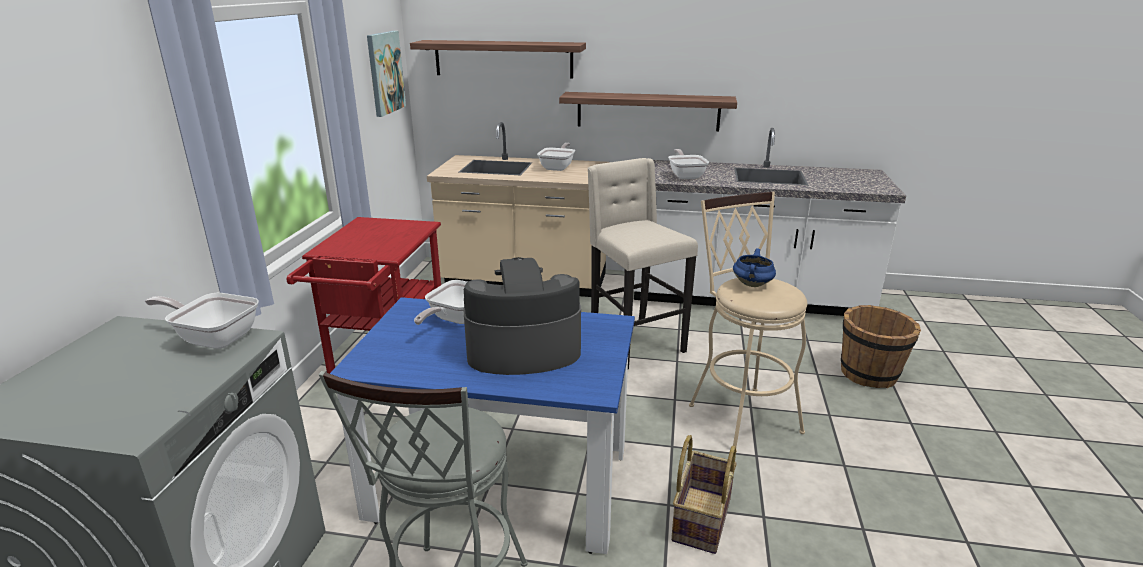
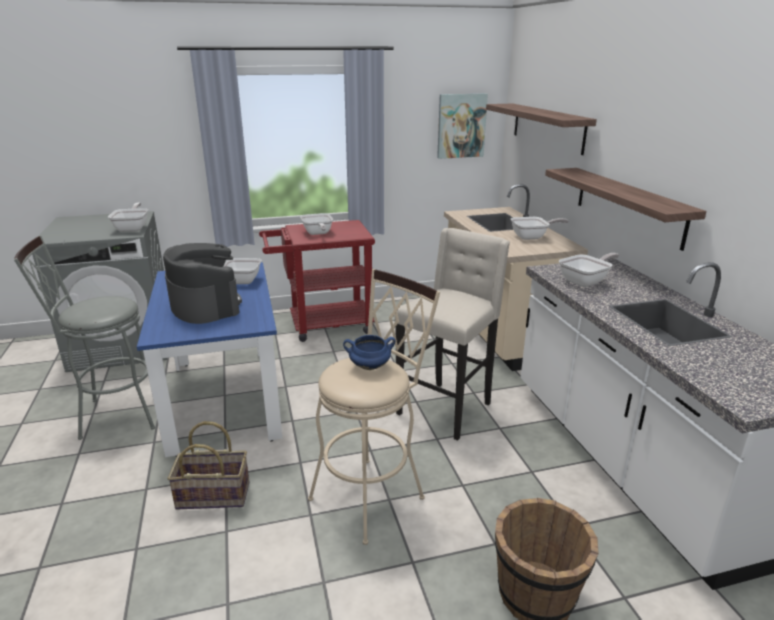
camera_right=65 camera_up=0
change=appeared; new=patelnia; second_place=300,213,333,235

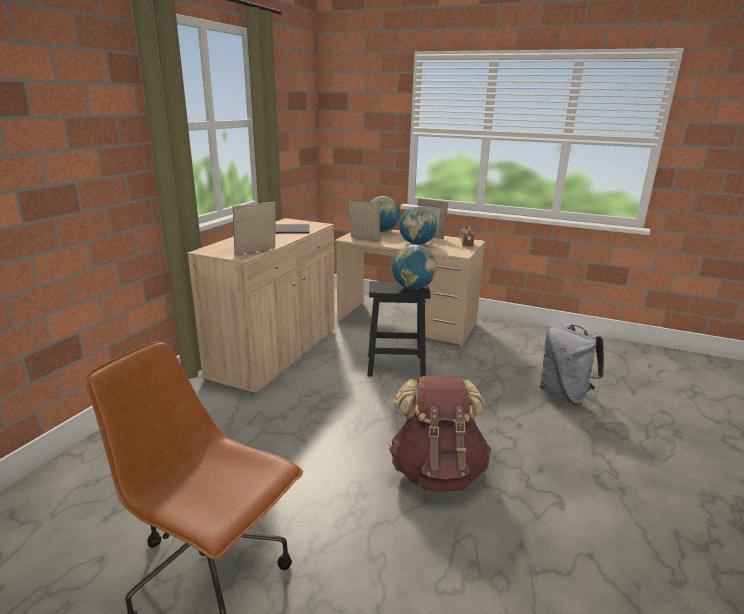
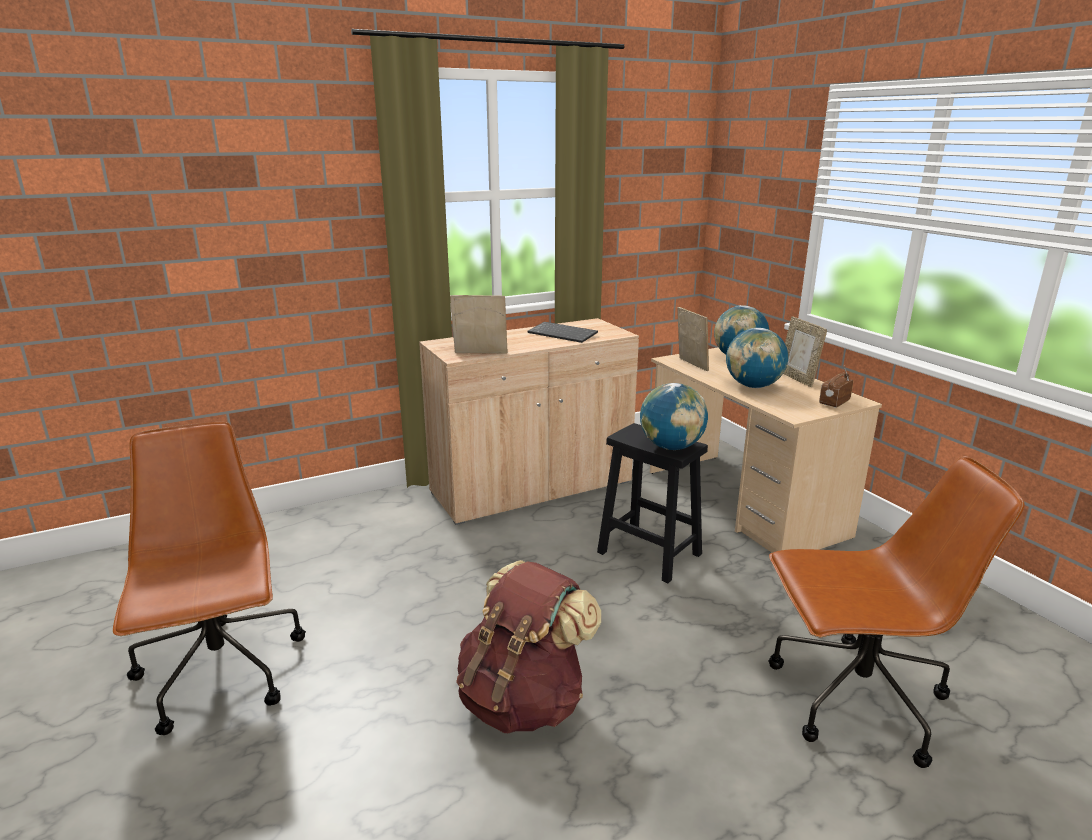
camera_right=40 camera_up=0
change=exchanged; old=plecak [szary]; new=krzesło biurowe [brązowy]; first_place=539,324,604,405; second_place=768,456,1025,768

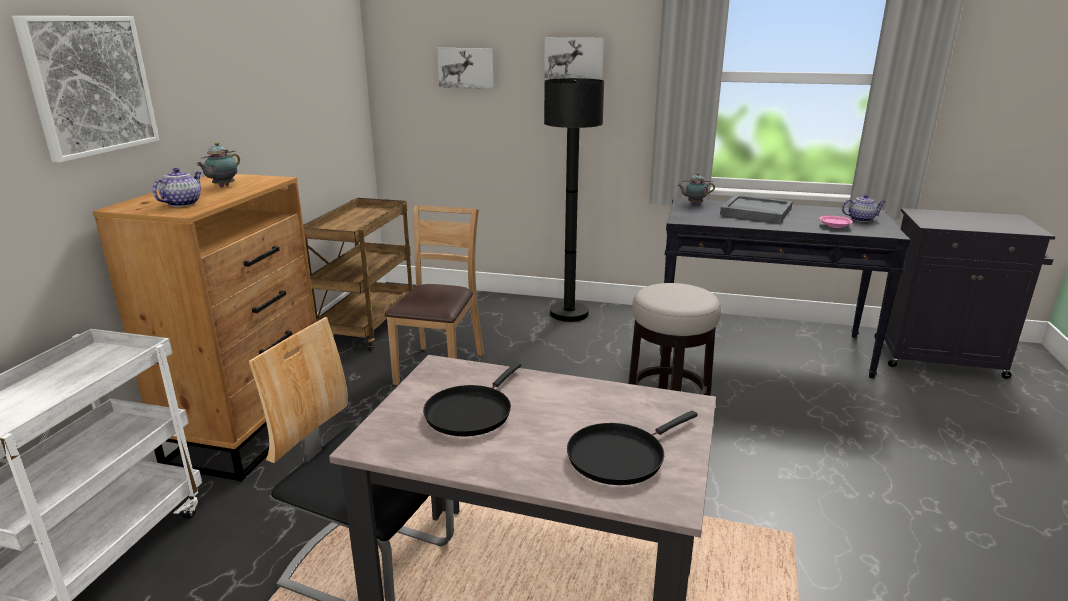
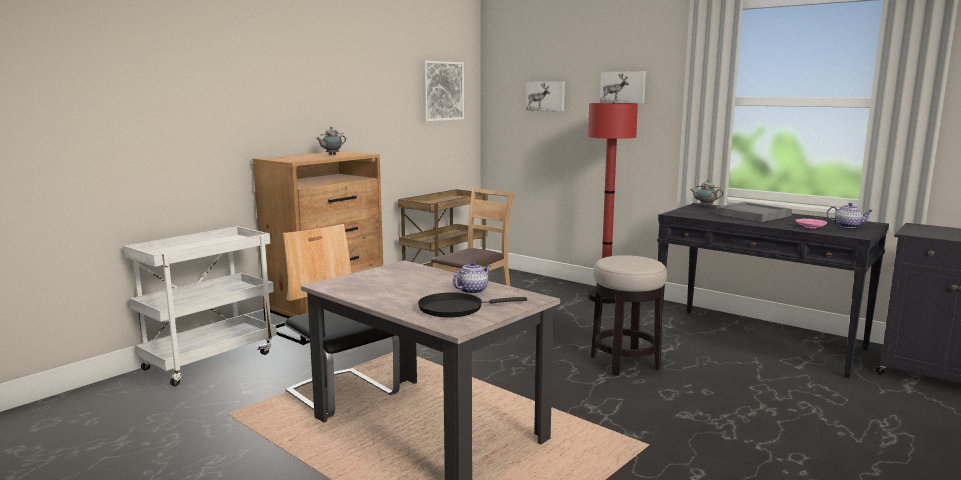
camera_right=25 camera_up=-10
change=missing; old=patelnia [czarny]; first_place=423,362,521,436
change=relocated; old=obraz; first_place=12,16,159,163; second_place=422,61,464,121
change=relocated; old=imbryk; first_place=153,168,202,207; second_place=453,261,491,294
change=colour; old=lampa stojąca [czarny]; new=lampa stojąca [czerwony]; first_place=544,78,604,322; second_place=588,103,638,303

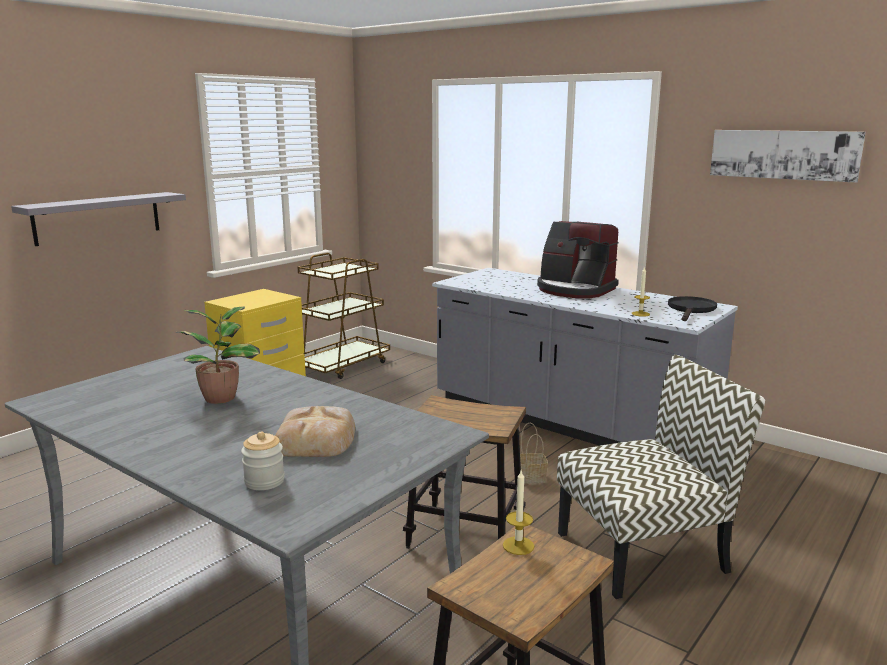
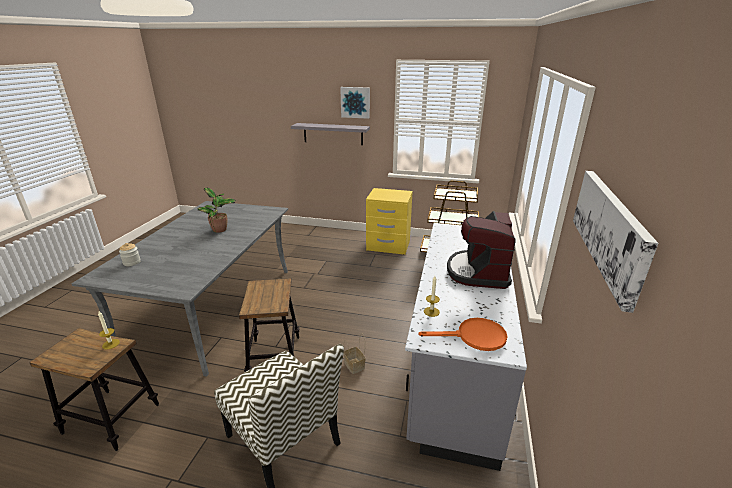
camera_right=65 camera_up=10
change=missing; old=chleb; first_place=275,406,355,457
change=appeared; new=obraz; second_place=340,87,370,119
change=colour; old=patelnia [czarny]; new=patelnia [pomarańczowy]; first_place=668,296,717,321; second_place=418,318,507,351

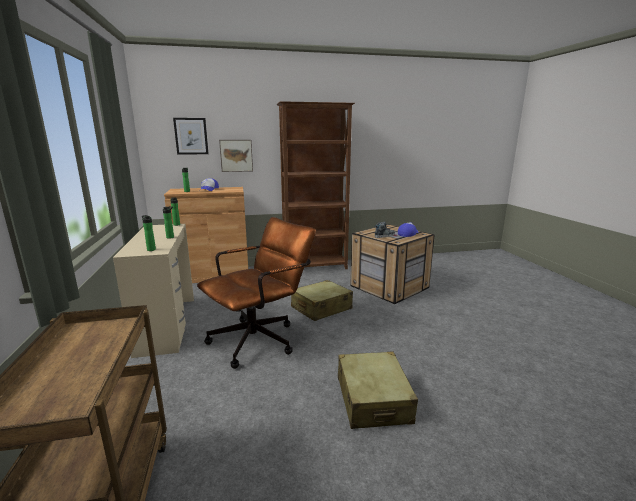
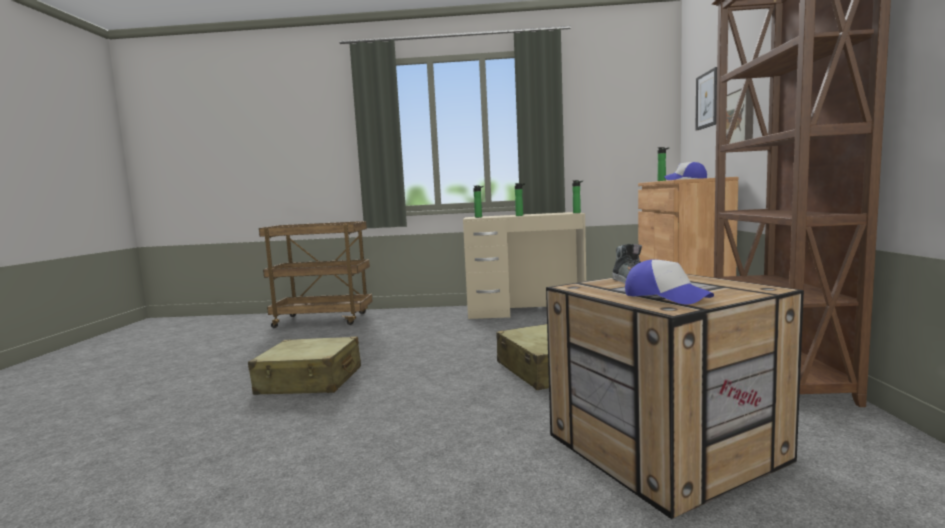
camera_right=105 camera_up=-10
change=missing; old=krzesło biurowe [brązowy]; first_place=197,217,316,369

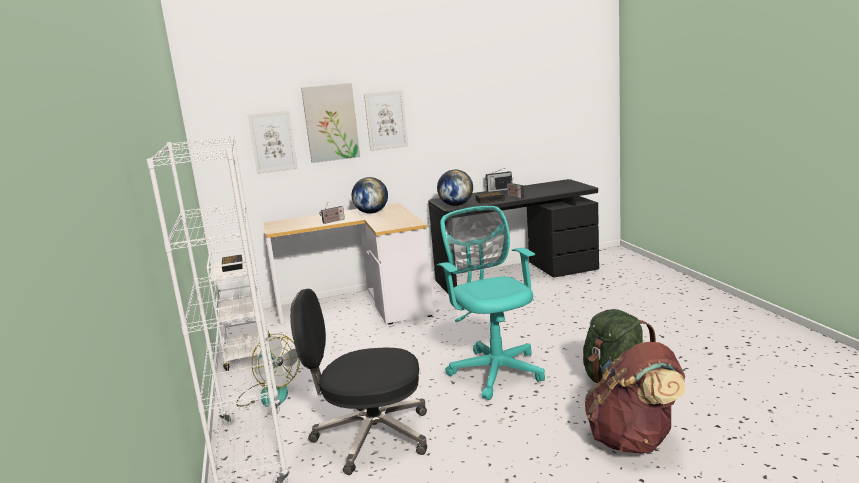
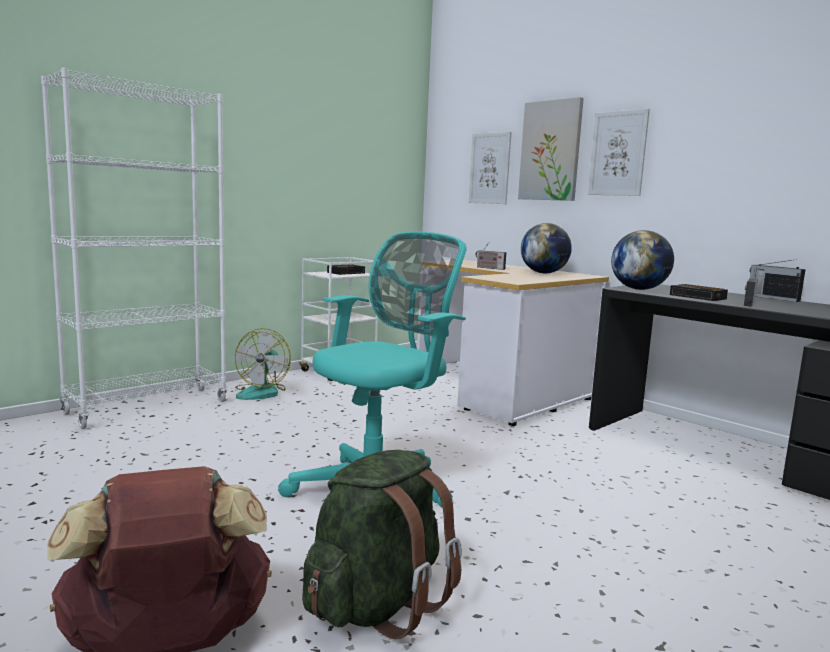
camera_right=60 camera_up=-5
change=missing; old=krzesło biurowe [czarny]; first_place=290,289,427,475

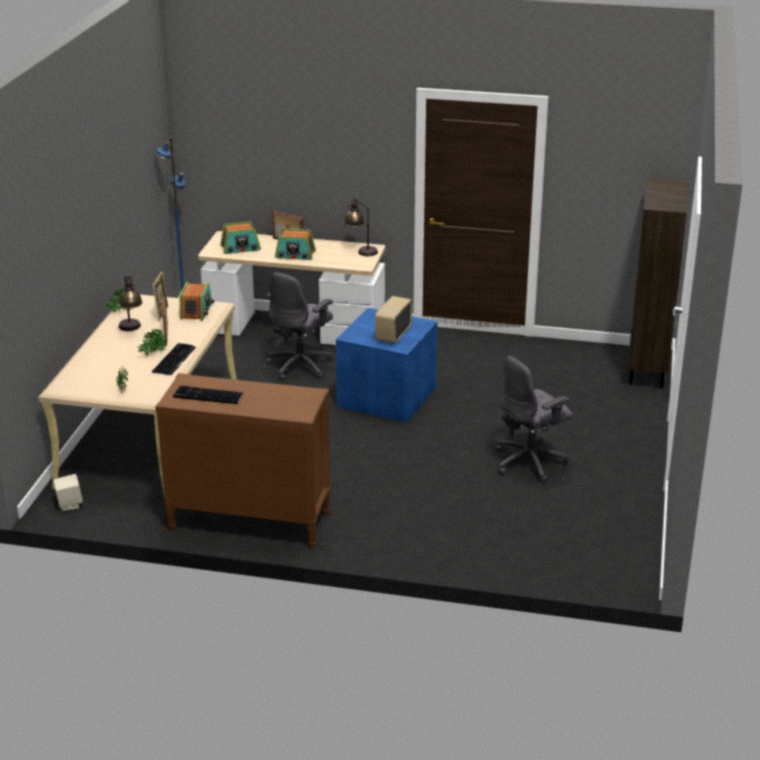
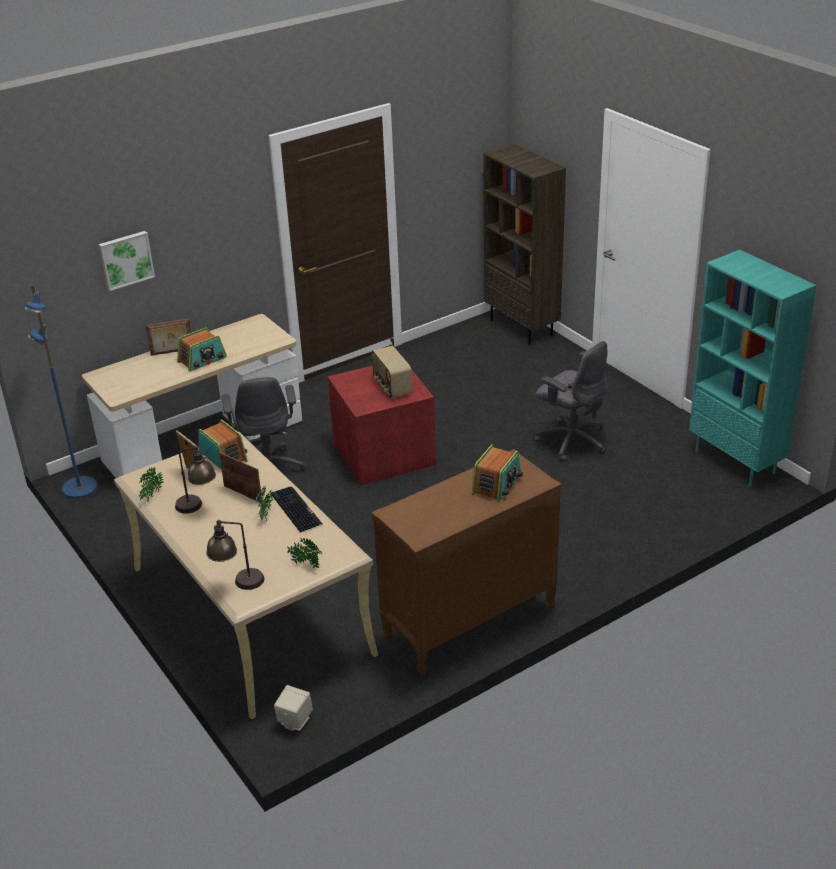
camera_right=-45 camera_up=5
change=missing; old=klawiatura; first_place=173,385,243,404
change=appeared; new=obraz; second_place=99,231,155,291
change=appeared; new=regał [turkusowy]; second_place=689,250,816,486
change=relocated; old=radio; first_place=220,221,261,254; second_place=472,444,523,502
change=relocated; old=lampa stołowa; first_place=344,198,378,256; second_place=206,520,264,590
change=colour; old=pojemnik do przechowywania [niebieski]; new=pojemnik do przechowywania [czerwony]; first_place=336,308,438,423; second_place=328,366,436,485
change=spun; old=krzesło biurowe [szary]; first_place=496,356,573,483; second_place=535,341,608,462; degrees=-60

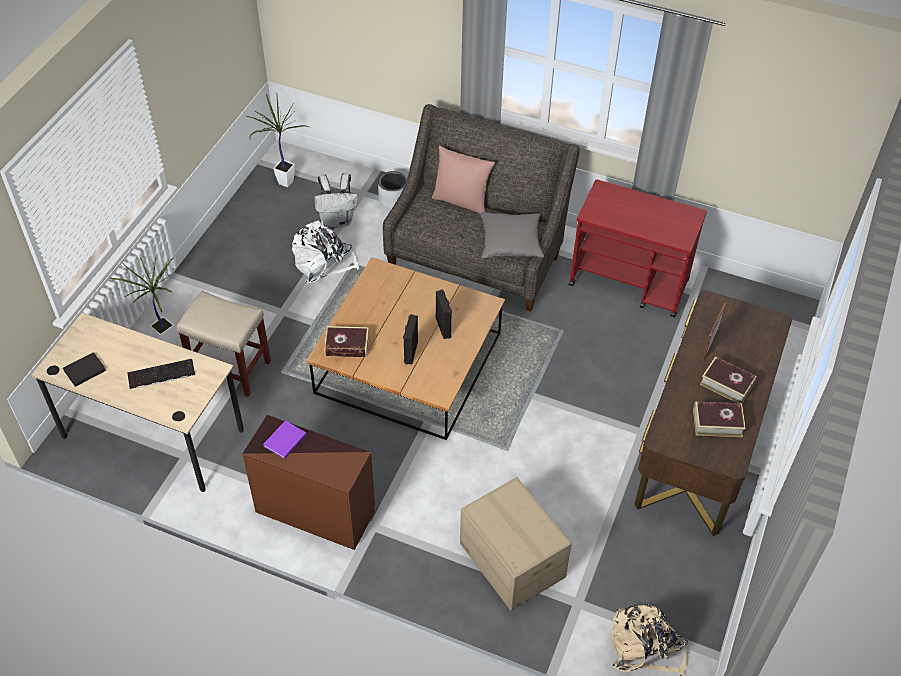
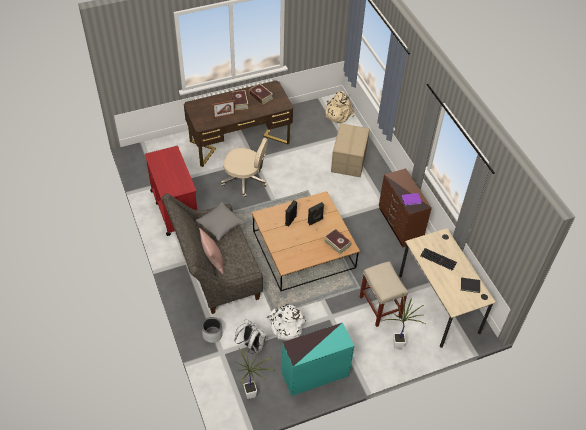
camera_right=-135 camera_up=0
change=appeared; new=krzesło biurowe [beżowy]; second_place=221,138,268,198
change=appeared; new=komoda [turkusowy]; second_place=282,322,354,396

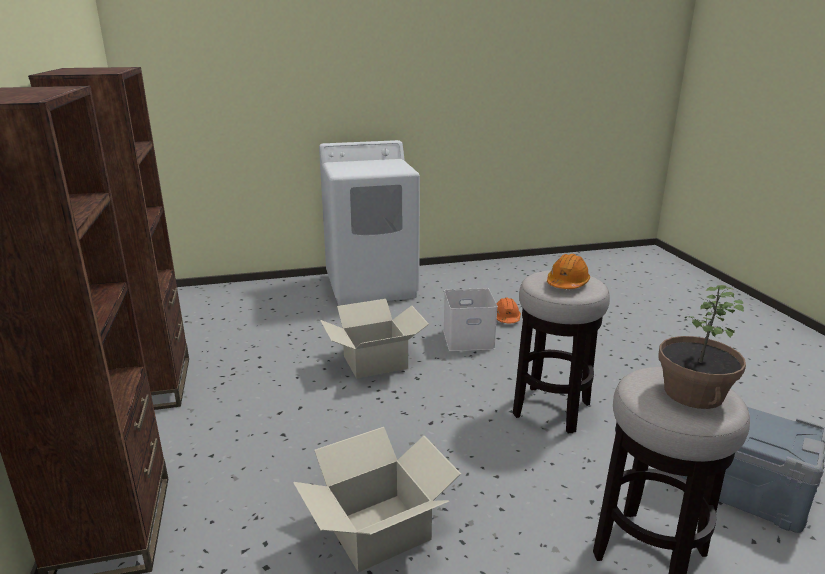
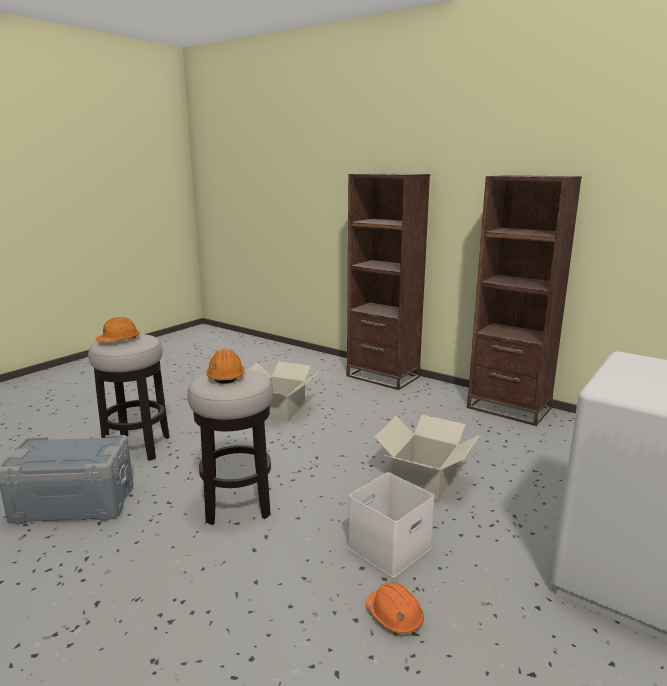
camera_right=140 camera_up=-5
change=exchanged; old=roślina doniczkowa; new=kask [pomarańczowy]; first_place=658,285,746,409; second_place=96,317,140,342

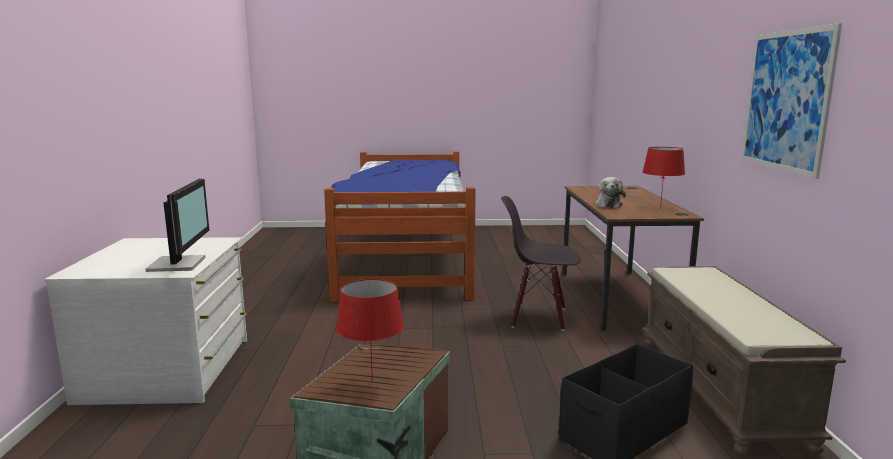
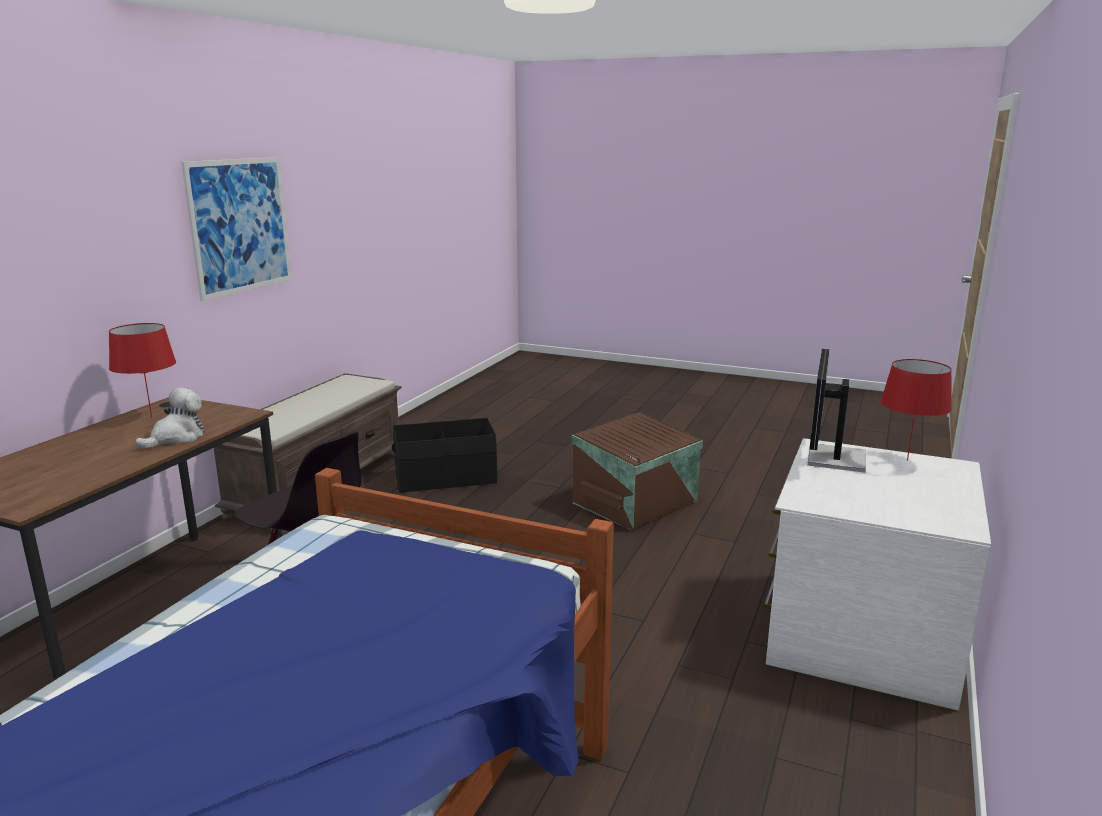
camera_right=-155 camera_up=5
change=relocated; old=lampa stołowa [czerwony]; first_place=336,279,404,383; second_place=881,359,952,461

